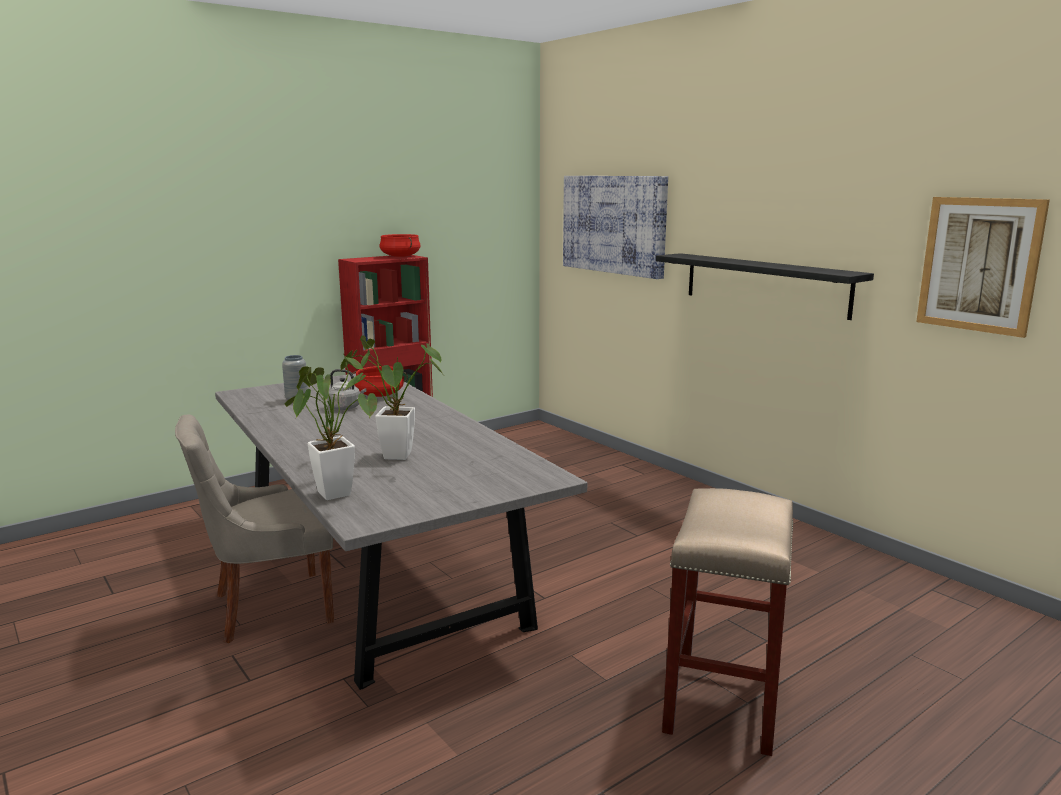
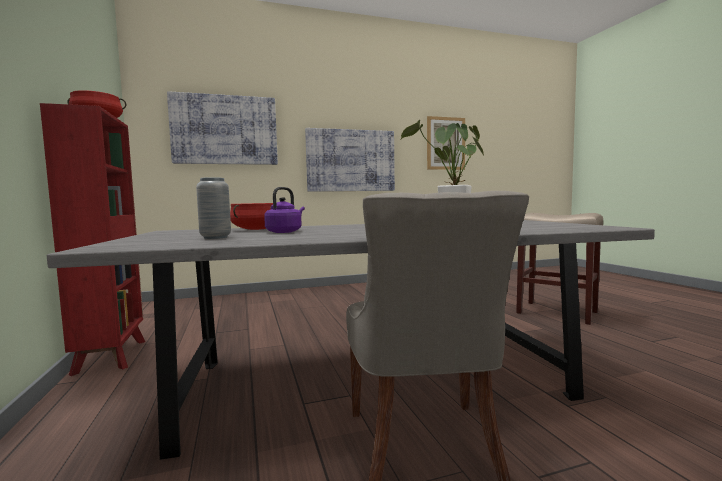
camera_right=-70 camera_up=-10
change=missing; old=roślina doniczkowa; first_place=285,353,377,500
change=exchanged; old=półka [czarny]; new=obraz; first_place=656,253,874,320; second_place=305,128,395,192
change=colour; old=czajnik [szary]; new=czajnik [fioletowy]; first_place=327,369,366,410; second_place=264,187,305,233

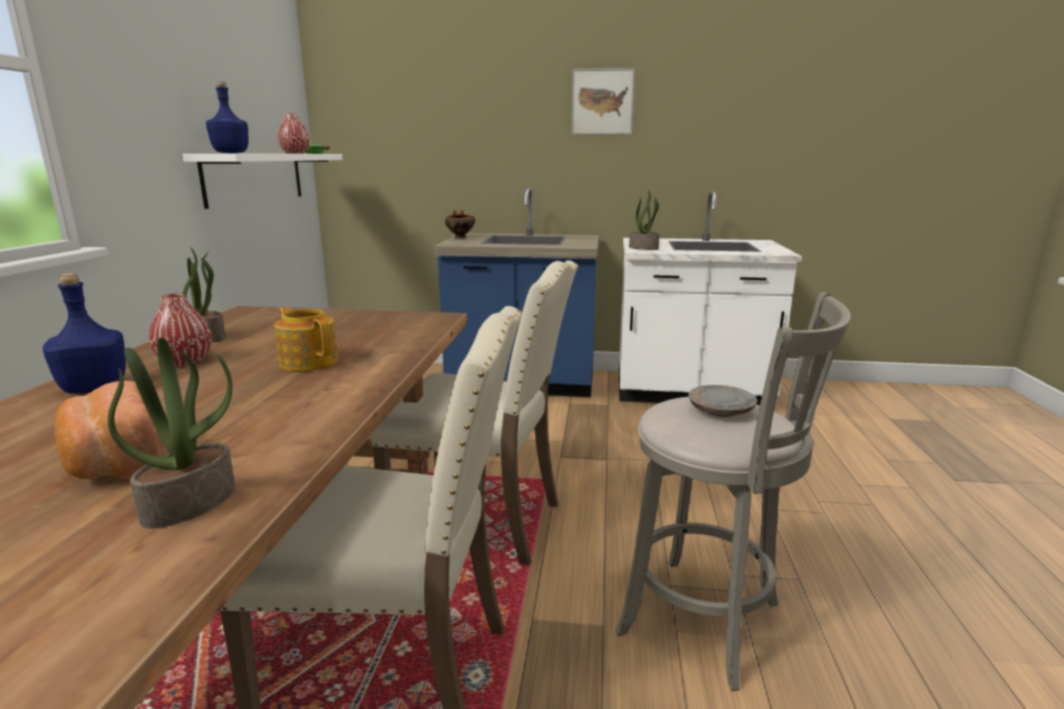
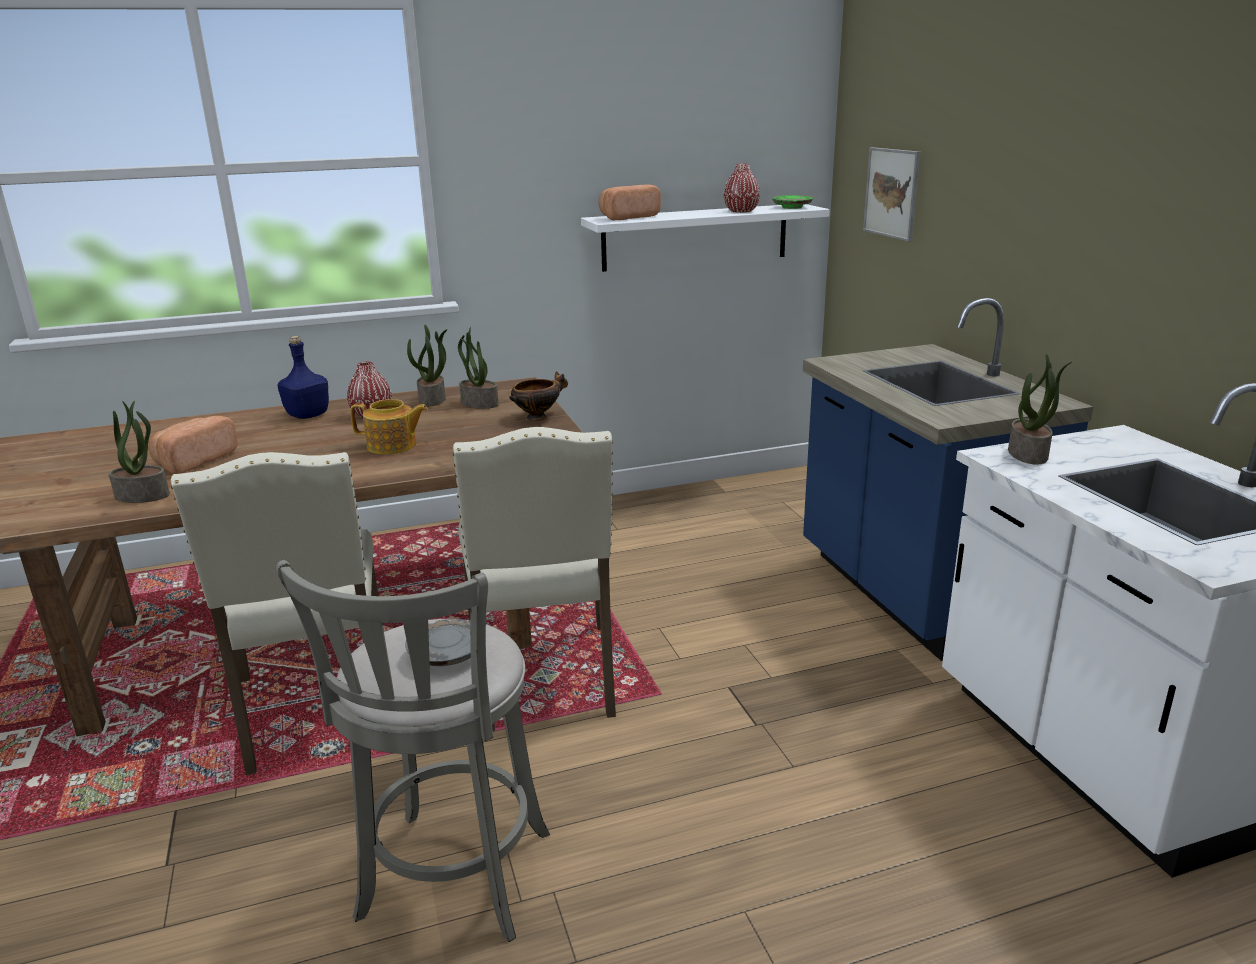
camera_right=65 camera_up=5
change=appeared; new=roślina doniczkowa; second_place=458,327,499,409
change=relocated; old=miska; first_place=445,210,475,239; second_place=509,371,568,421
change=relocated; old=obraz; first_place=571,68,635,135; second_place=863,147,921,242
change=exchanged; old=butelka [niebieski]; new=chleb; first_place=206,81,249,153; second_place=599,185,661,220
change=spun; old=imbryk; first_place=274,307,338,372; second_place=351,399,428,454; degrees=75

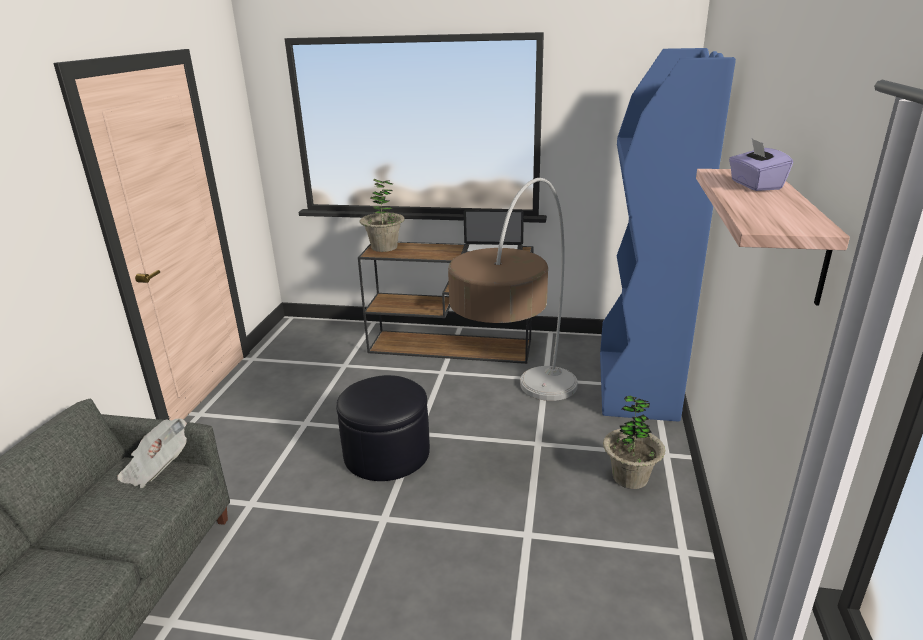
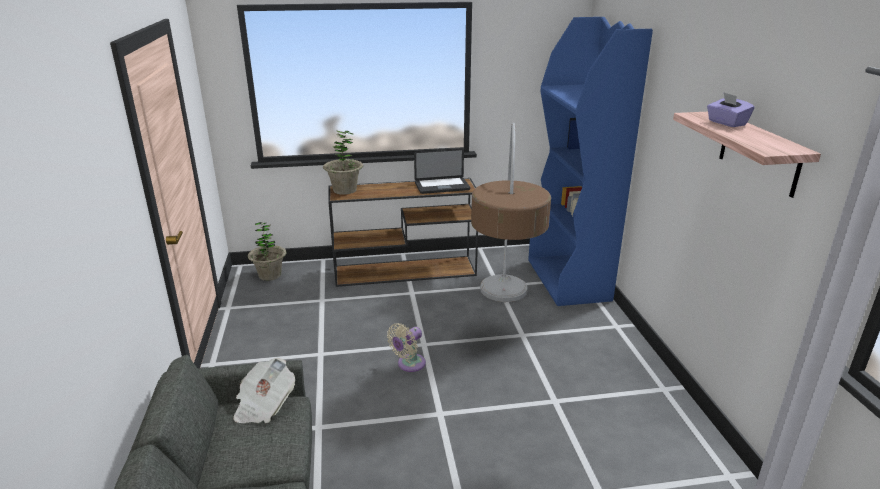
camera_right=-20 camera_up=0
change=relocated; old=roślina doniczkowa; first_place=603,396,665,489; second_place=248,222,286,281
change=exchanged; old=pufa [czarny]; new=wentylator [beżowy]; first_place=336,375,430,481; second_place=387,323,426,372

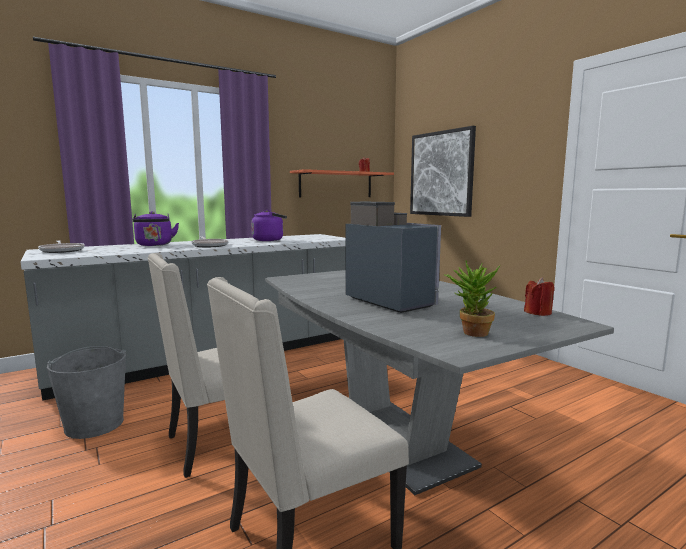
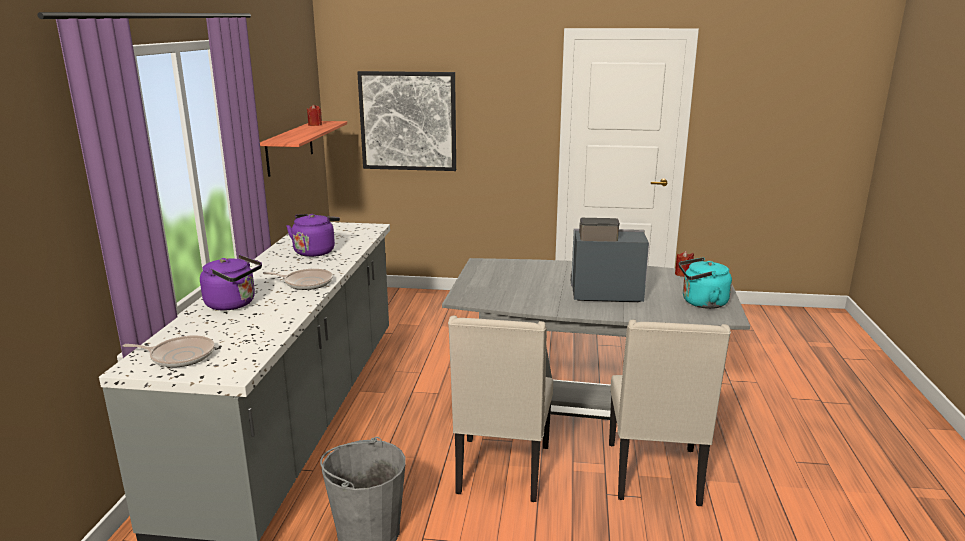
camera_right=-50 camera_up=10
change=exchanged; old=roślina doniczkowa; new=czajnik [turkusowy]; first_place=443,260,501,337; second_place=679,257,732,309

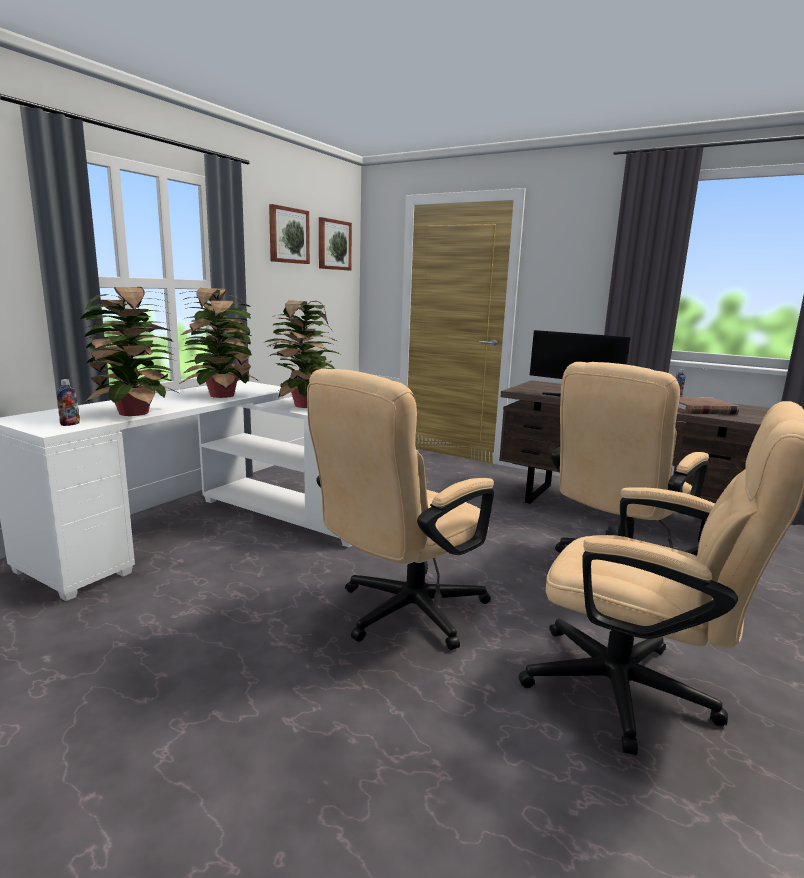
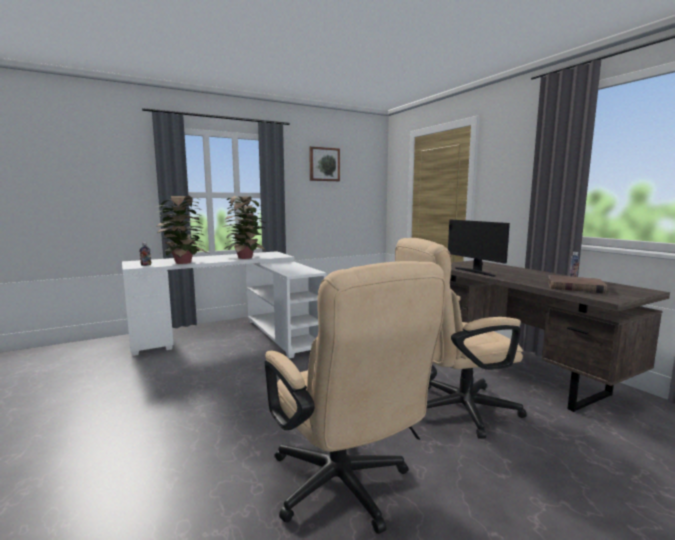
camera_right=30 camera_up=-5
change=missing; old=roślina doniczkowa; first_place=263,300,340,408
change=missing; old=krzesło biurowe [beżowy]; first_place=307,369,494,650
change=missing; old=obraz; first_place=319,217,352,270

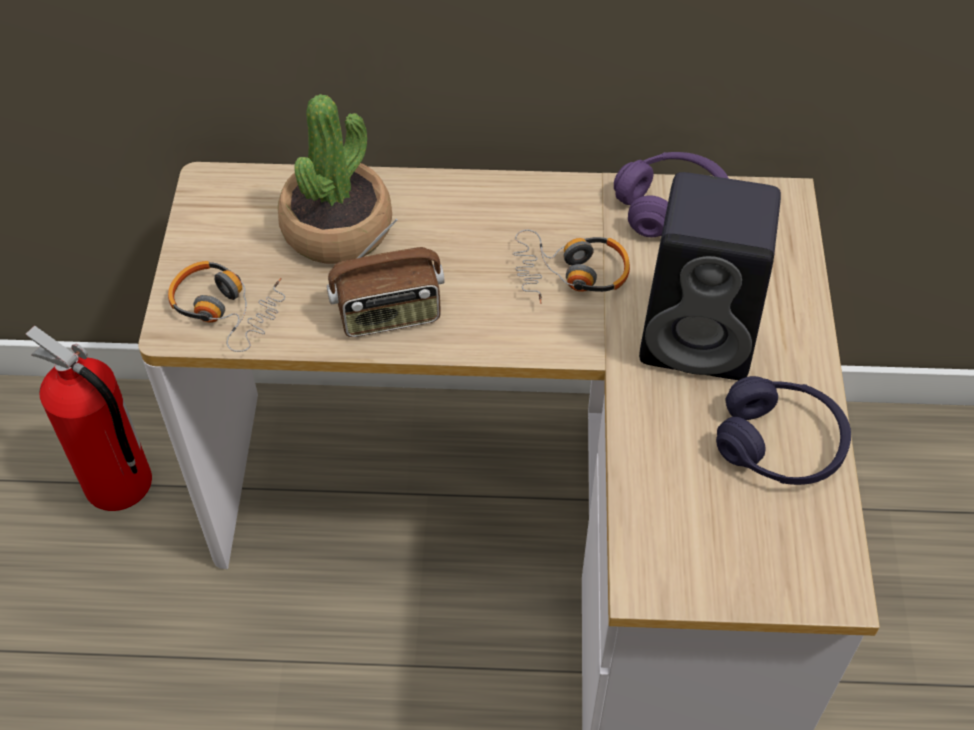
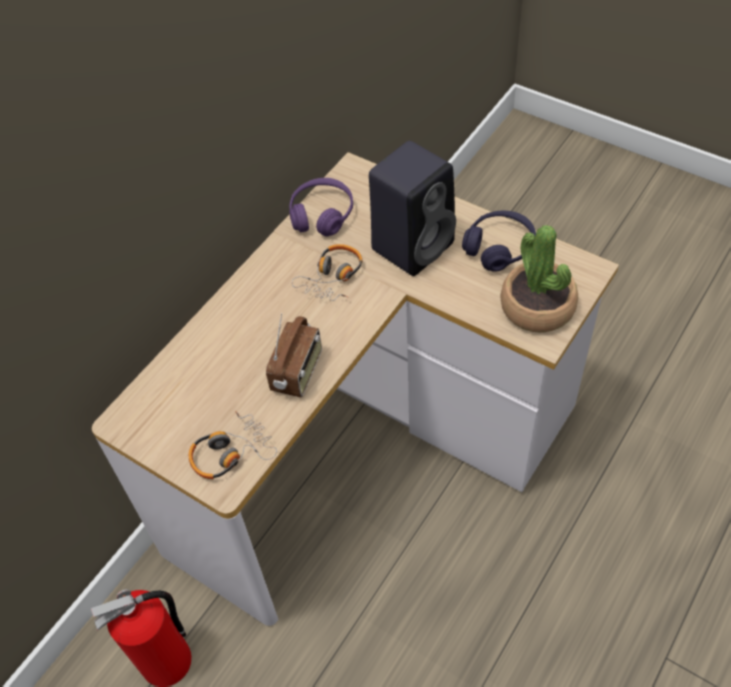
camera_right=-55 camera_up=0
change=relocated; old=roślina doniczkowa; first_place=278,94,392,264; second_place=500,225,578,333

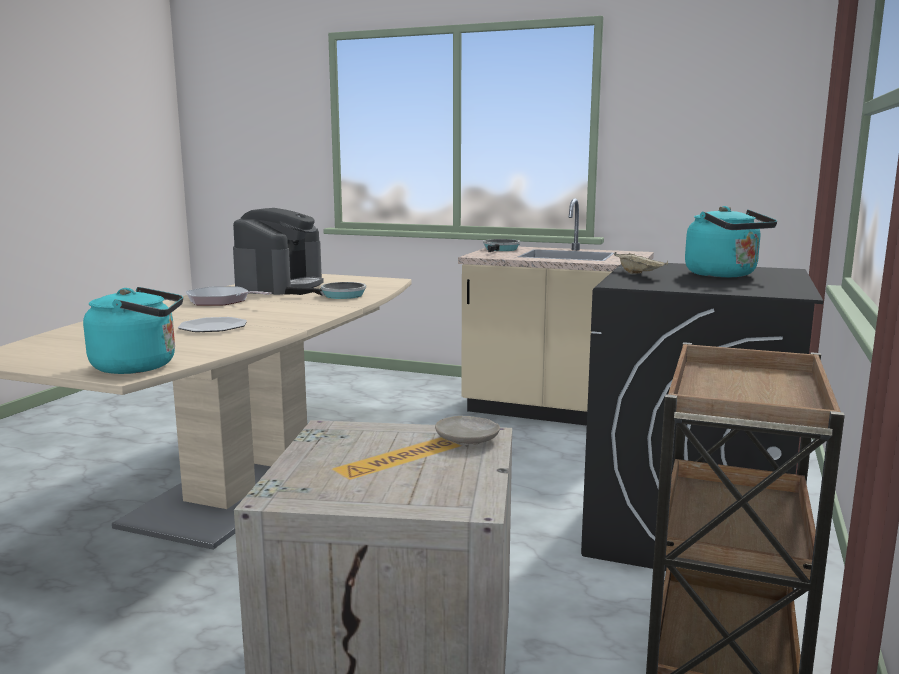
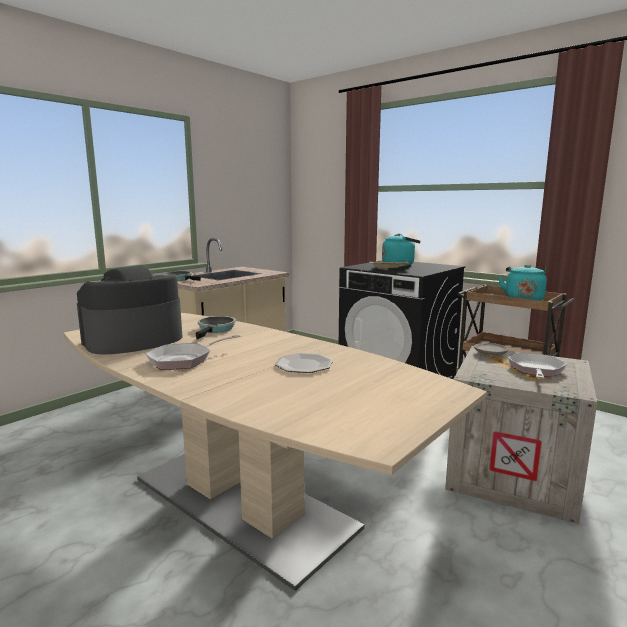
camera_right=-70 camera_up=0
change=appeared; new=patelnia; second_place=508,352,567,379
change=relocated; old=czajnik [turkusowy]; first_place=83,287,183,374; second_place=498,265,547,301
change=spun; old=ekspres do kawy; first_place=233,208,324,295; second_place=77,266,182,355; degrees=-75

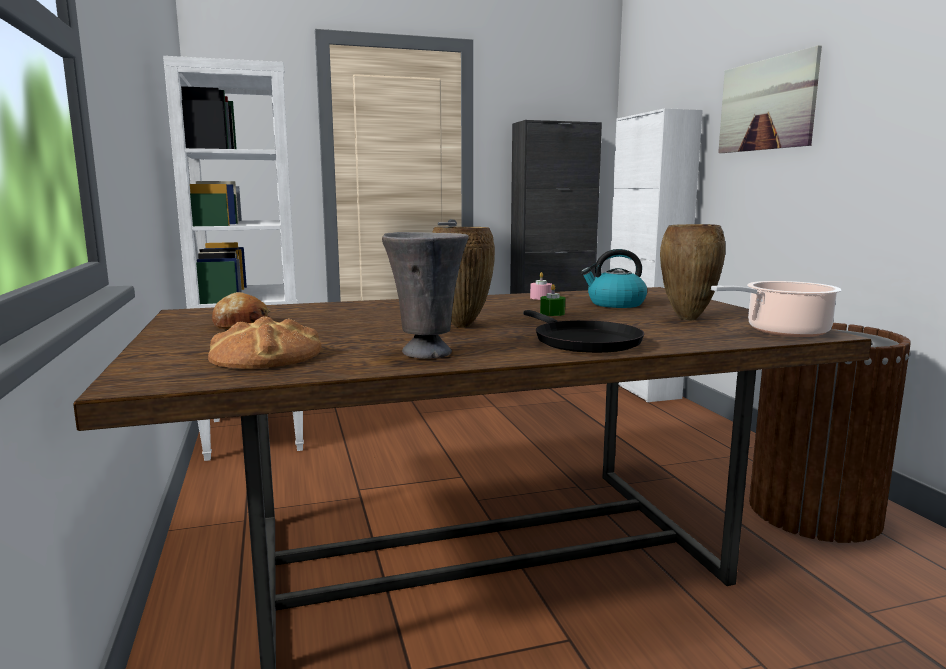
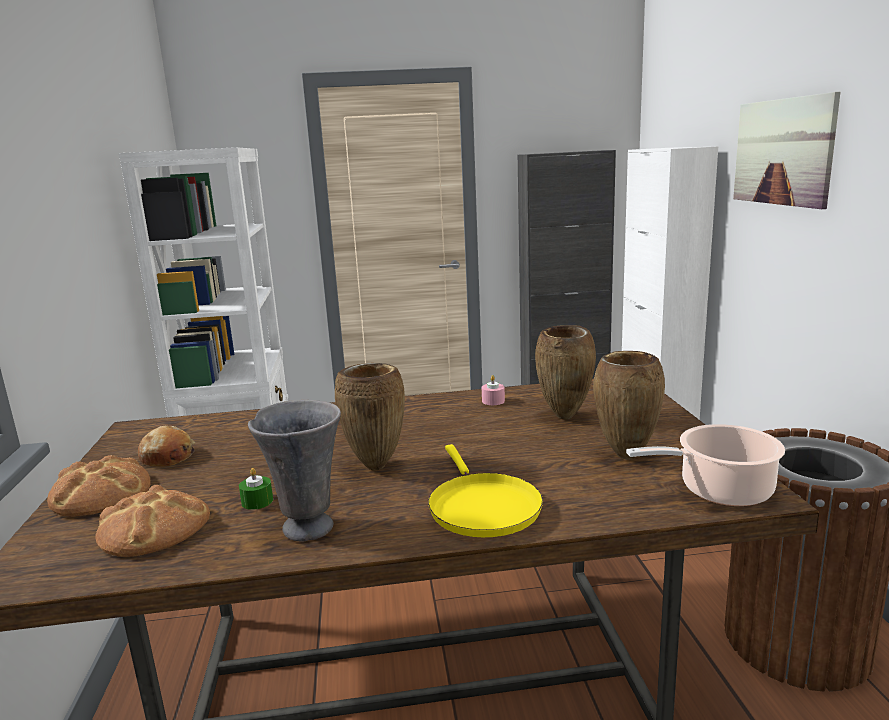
camera_right=10 camera_up=5
change=appeared; new=chleb; second_place=47,455,151,517
change=relocated; old=świeca [zielony]; first_place=540,284,565,316; second_place=239,468,273,510
change=exchanged; old=czajnik; new=wazon [brązowy]; first_place=581,249,647,308; second_place=535,325,596,420
change=colour; old=patelnia [czarny]; new=patelnia [żółty]; first_place=523,310,644,353; second_place=428,444,543,537

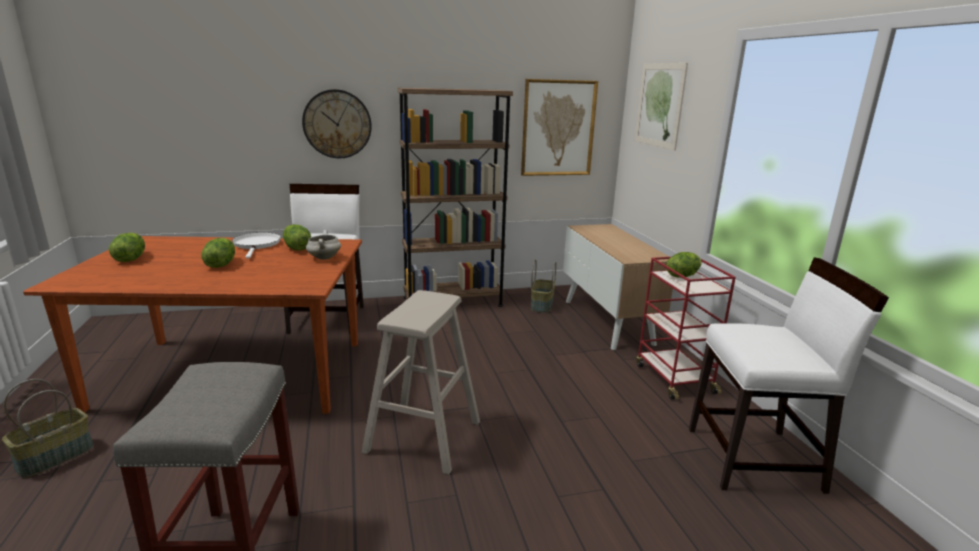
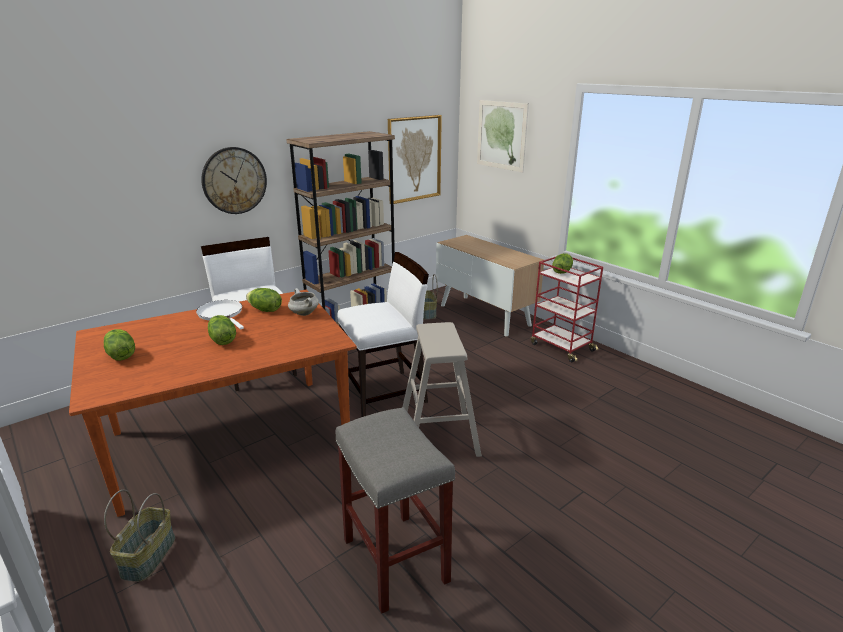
camera_right=-25 camera_up=5
change=relocated; old=krzesło [biały]; first_place=689,257,889,494; second_place=337,252,429,417

